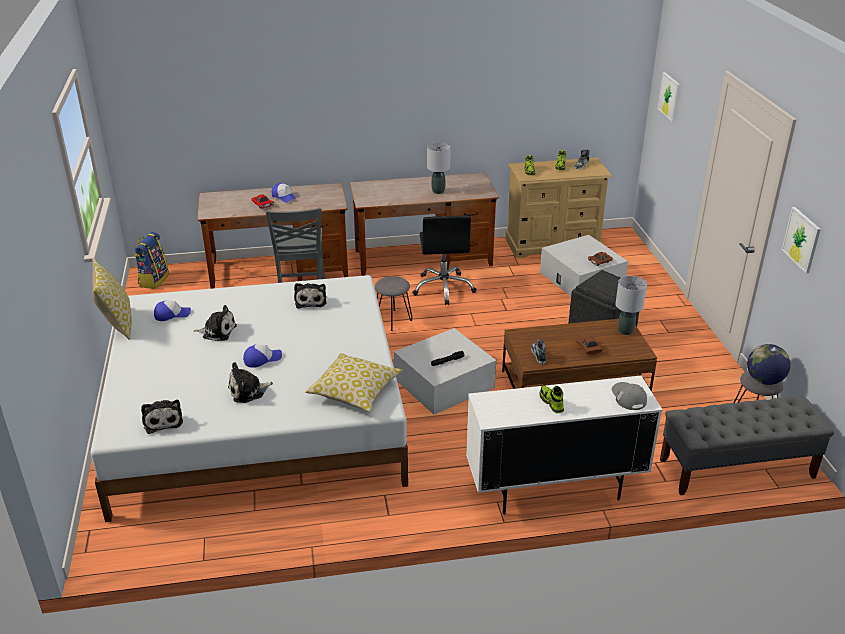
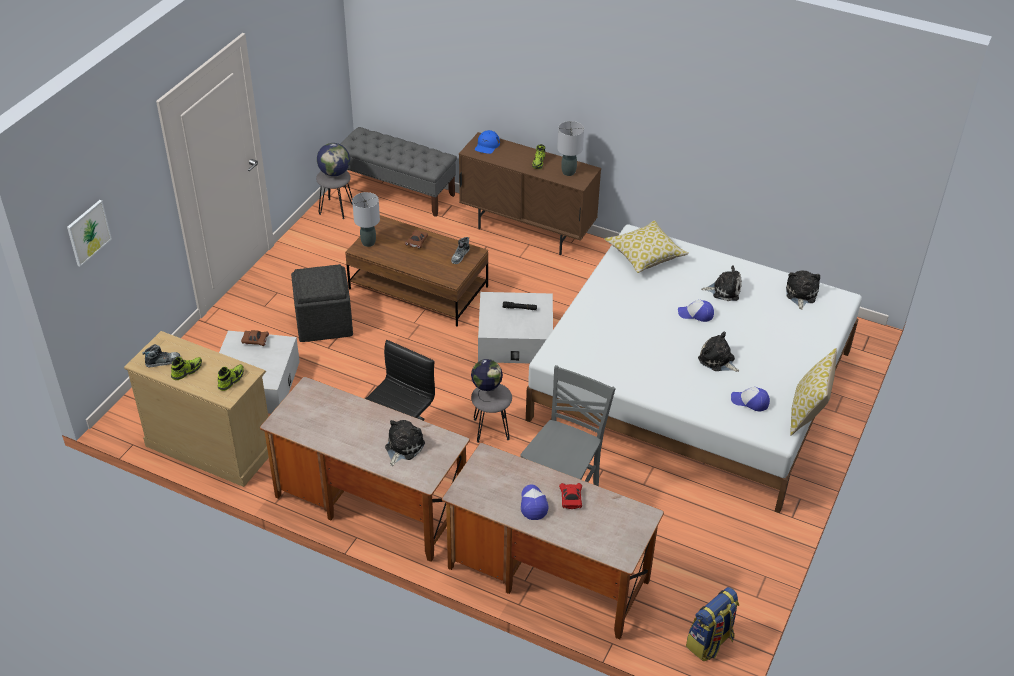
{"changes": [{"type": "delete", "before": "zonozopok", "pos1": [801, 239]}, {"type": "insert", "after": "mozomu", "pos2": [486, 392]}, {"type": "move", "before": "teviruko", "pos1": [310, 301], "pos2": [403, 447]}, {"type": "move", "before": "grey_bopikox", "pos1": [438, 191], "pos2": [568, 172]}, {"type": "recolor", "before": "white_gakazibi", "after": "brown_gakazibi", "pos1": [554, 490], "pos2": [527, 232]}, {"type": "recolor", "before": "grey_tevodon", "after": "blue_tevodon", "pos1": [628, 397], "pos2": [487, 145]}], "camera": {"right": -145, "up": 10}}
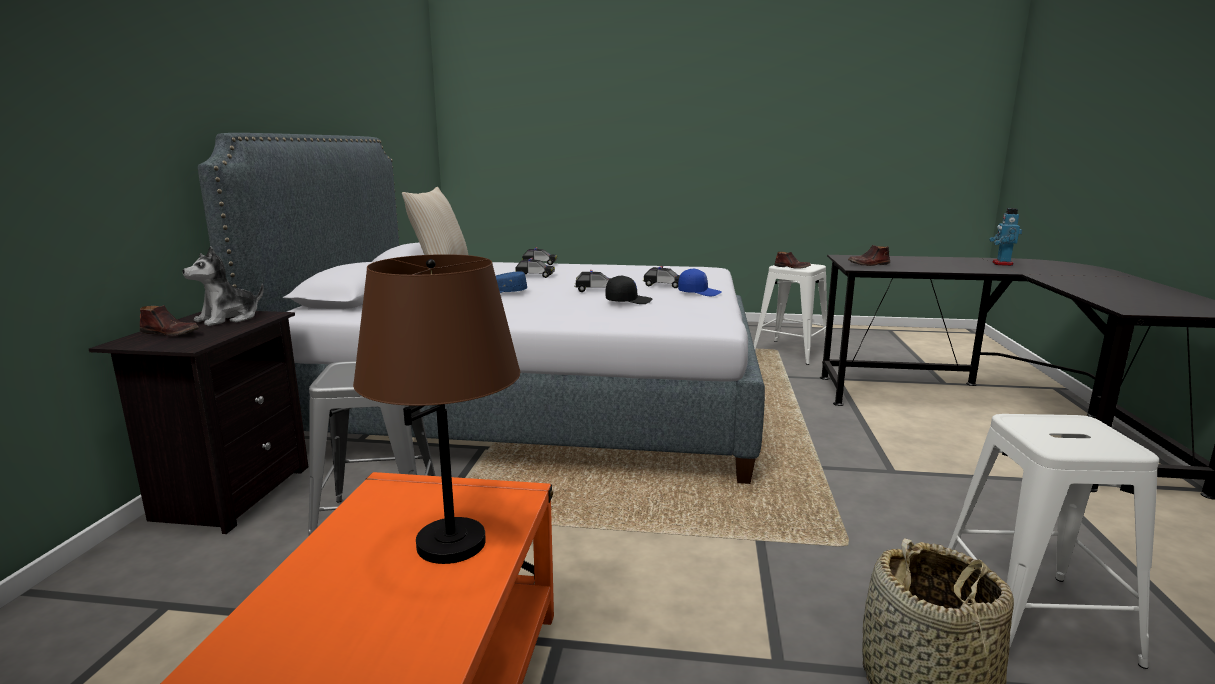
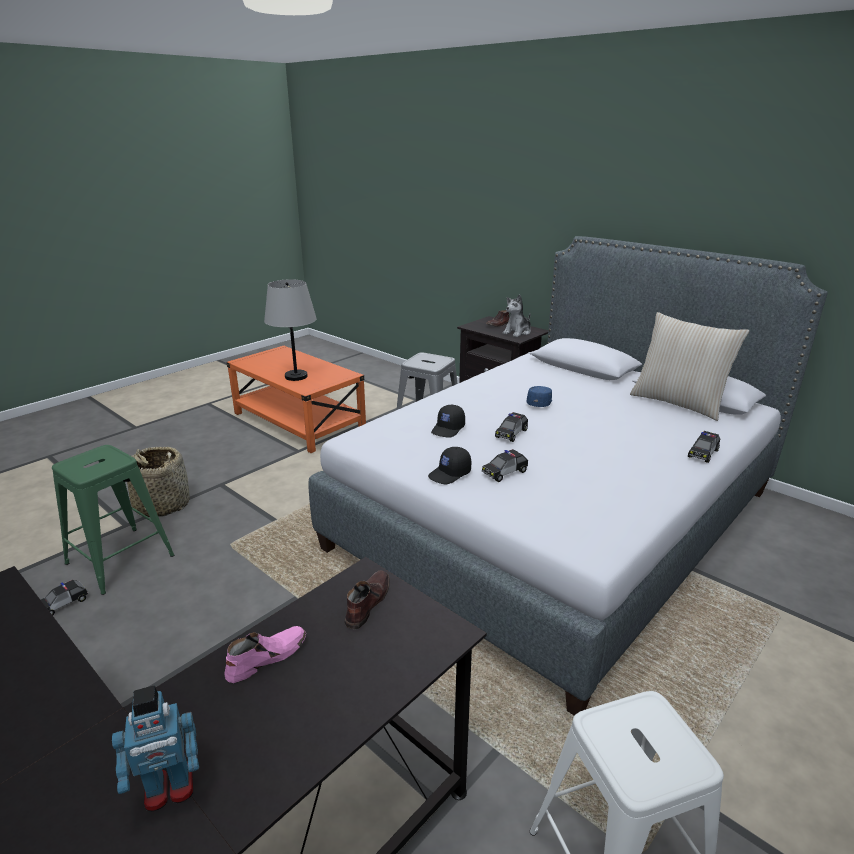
{"changes": [{"type": "delete", "before": "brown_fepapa", "pos1": [792, 267]}, {"type": "insert", "after": "pink_fepapa", "pos2": [266, 658]}, {"type": "move", "before": "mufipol", "pos1": [534, 276], "pos2": [64, 603]}, {"type": "recolor", "before": "brown_bopikox", "after": "grey_bopikox", "pos1": [451, 543], "pos2": [296, 376]}, {"type": "recolor", "before": "blue_tevodon", "after": "black_tevodon", "pos1": [699, 293], "pos2": [450, 474]}, {"type": "recolor", "before": "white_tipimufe", "after": "green_tipimufe", "pos1": [1032, 617], "pos2": [120, 560]}, {"type": "rotate", "before": "teviruko", "pos1": [228, 319], "pos2": [517, 332], "turn": -120}, {"type": "rotate", "before": "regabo", "pos1": [1001, 264], "pos2": [169, 789], "turn": 105}], "camera": {"right": 125, "up": 10}}
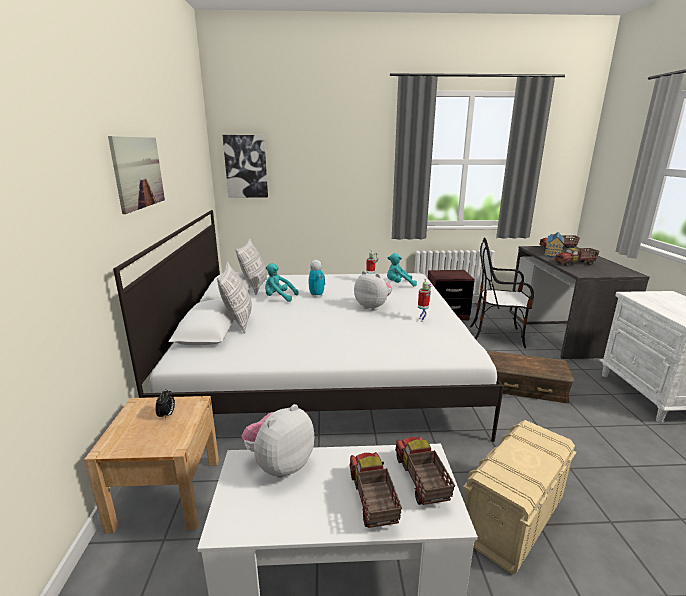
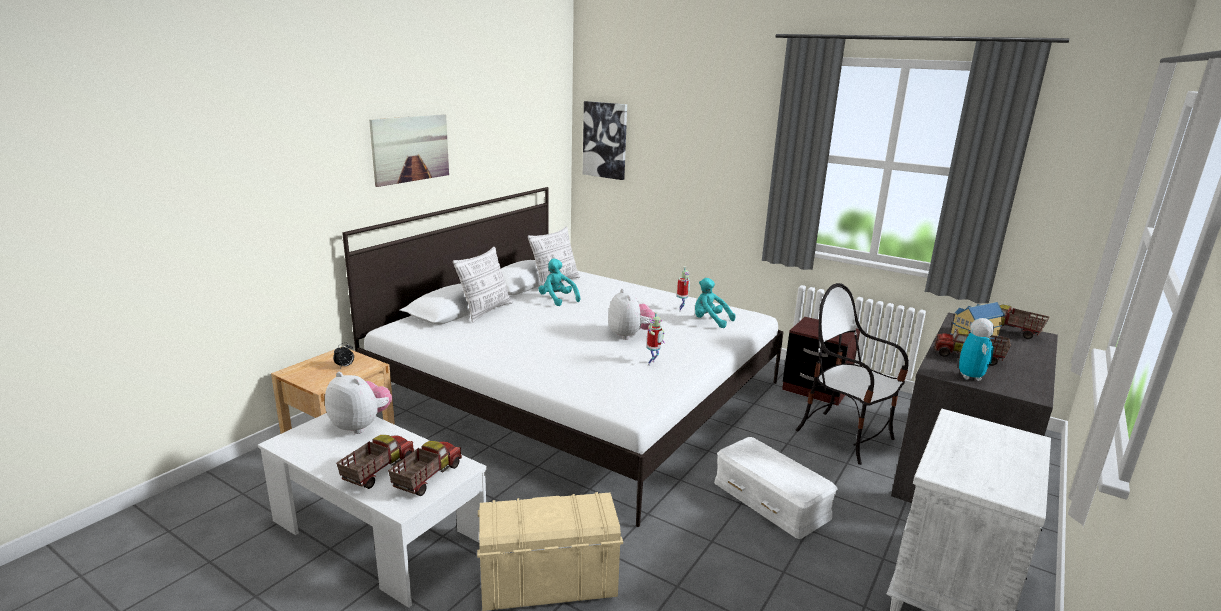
{"changes": [{"type": "move", "before": "regabo", "pos1": [316, 295], "pos2": [970, 377]}, {"type": "recolor", "before": "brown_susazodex", "after": "white_susazodex", "pos1": [523, 387], "pos2": [770, 500]}, {"type": "rotate", "before": "teviruko", "pos1": [280, 464], "pos2": [361, 425], "turn": 45}], "camera": {"right": 35, "up": 0}}
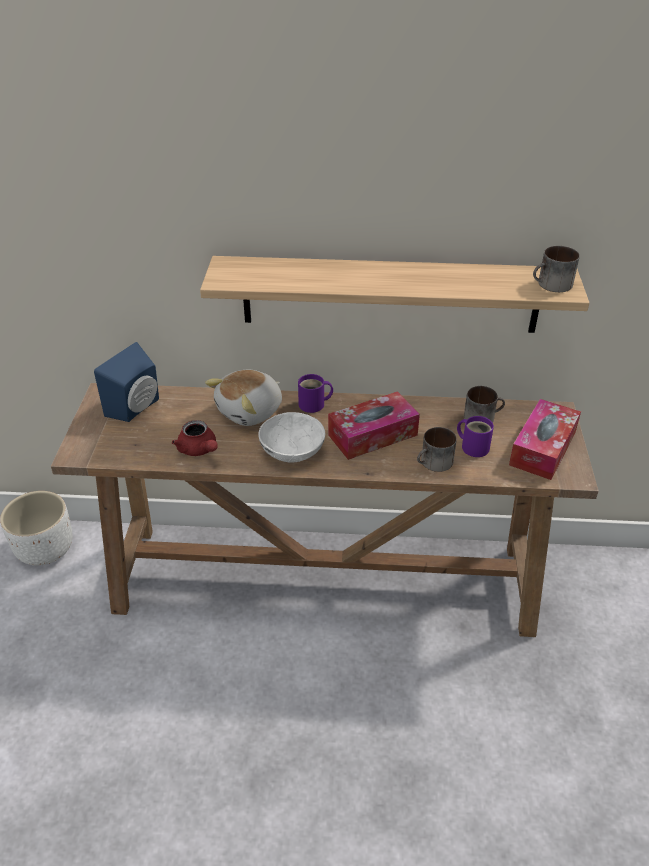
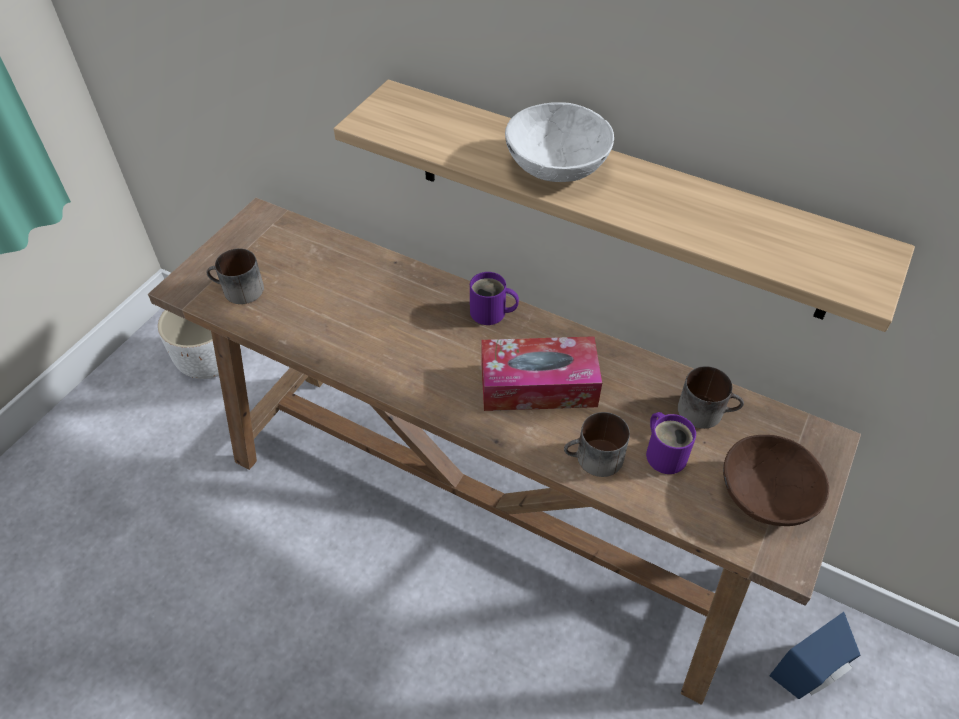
{"changes": [{"type": "delete", "before": "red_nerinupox", "pos1": [199, 450]}, {"type": "delete", "before": "teviruko", "pos1": [251, 411]}, {"type": "move", "before": "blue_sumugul", "pos1": [137, 408], "pos2": [809, 675]}, {"type": "move", "before": "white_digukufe", "pos1": [291, 450], "pos2": [556, 165]}, {"type": "move", "before": "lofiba", "pos1": [551, 285], "pos2": [238, 291]}, {"type": "replace", "before": "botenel", "after": "brown_digukufe", "pos1": [542, 448], "pos2": [765, 494]}], "camera": {"right": 25, "up": 10}}
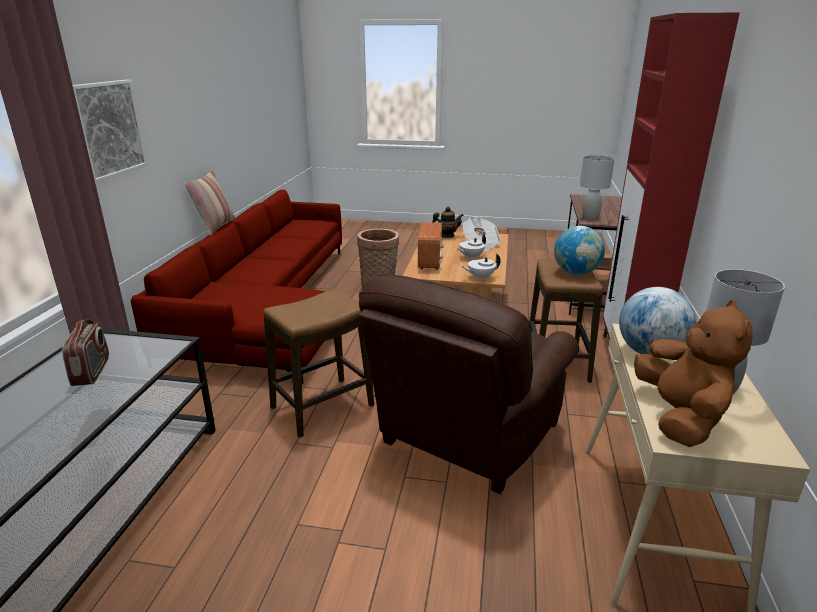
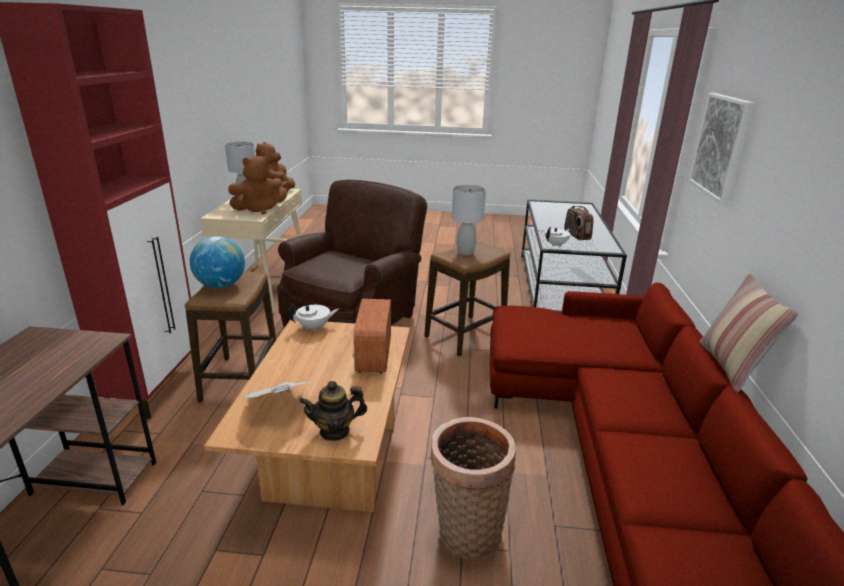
{"changes": [{"type": "move", "before": "white_nerinupox", "pos1": [471, 257], "pos2": [556, 245]}, {"type": "move", "before": "grey_bopikox", "pos1": [590, 218], "pos2": [465, 252]}, {"type": "replace", "before": "mozomu", "after": "brown_teviruko", "pos1": [650, 353], "pos2": [259, 209]}], "camera": {"right": 175, "up": 0}}
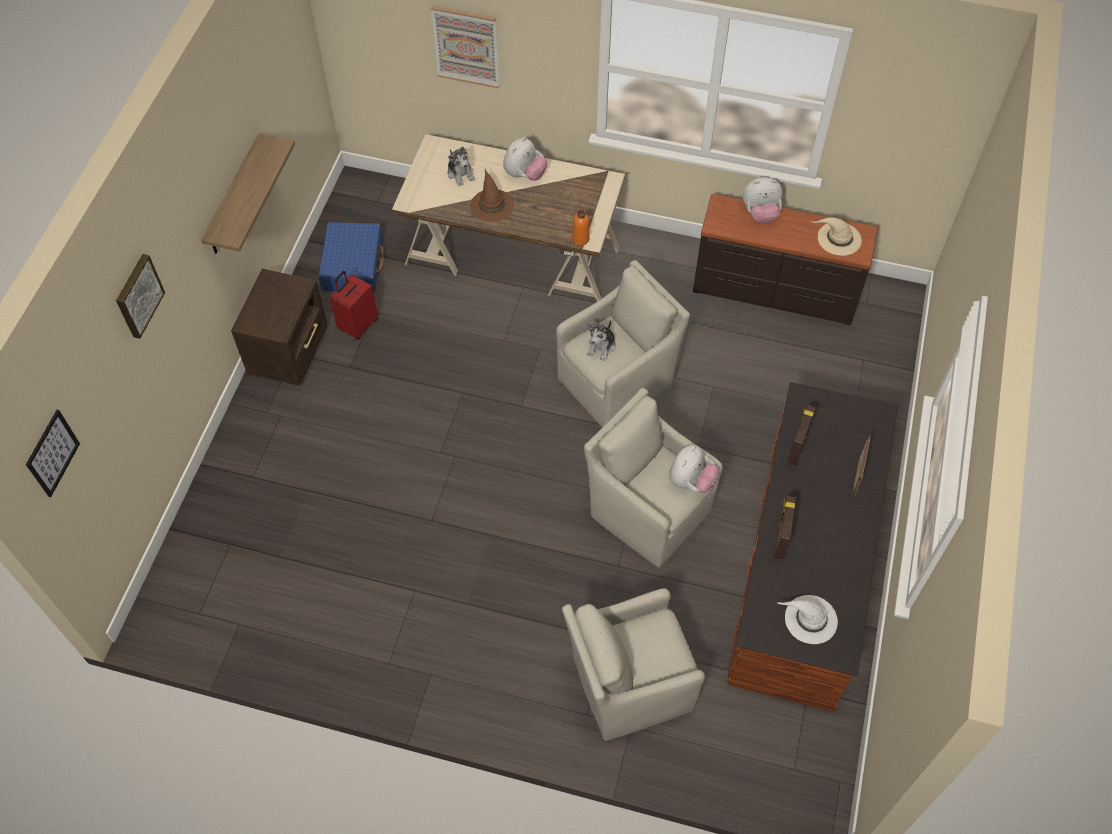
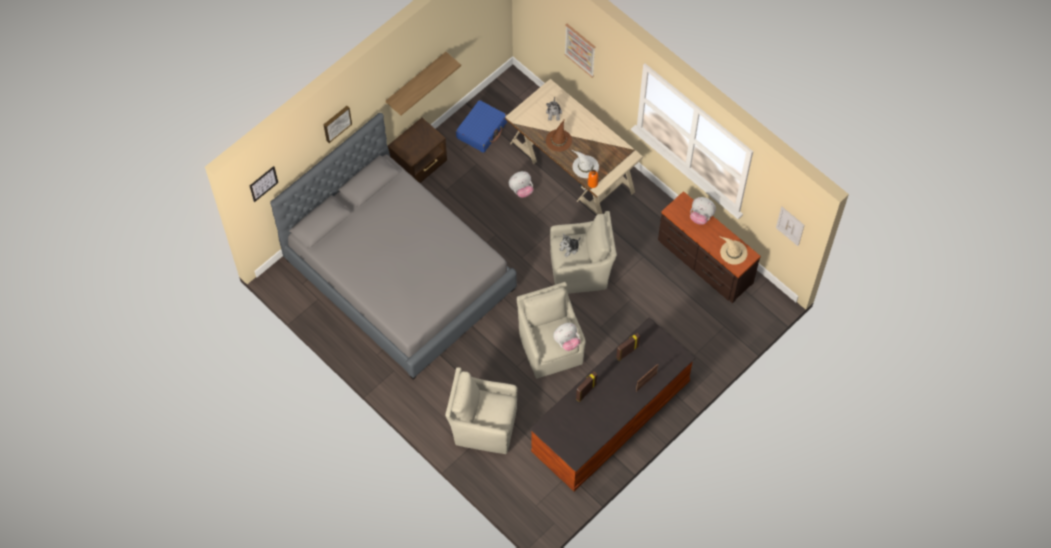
{"changes": [{"type": "delete", "before": "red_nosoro", "pos1": [358, 325]}, {"type": "insert", "after": "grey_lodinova", "pos2": [399, 274]}, {"type": "insert", "after": "zonozopok", "pos2": [790, 226]}, {"type": "move", "before": "teviruko", "pos1": [524, 175], "pos2": [521, 190]}, {"type": "move", "before": "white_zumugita", "pos1": [810, 619], "pos2": [585, 166]}], "camera": {"right": 30, "up": 5}}
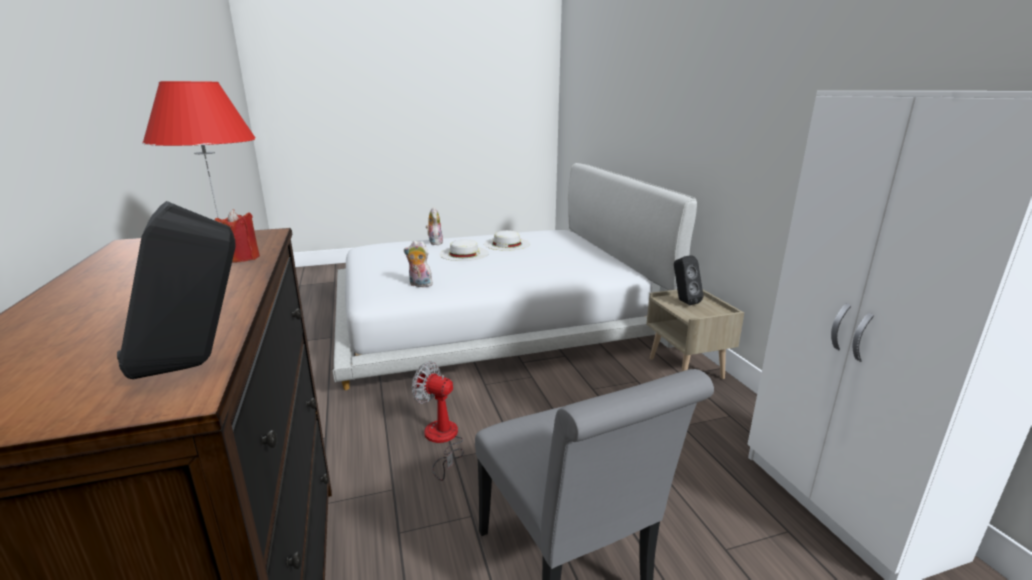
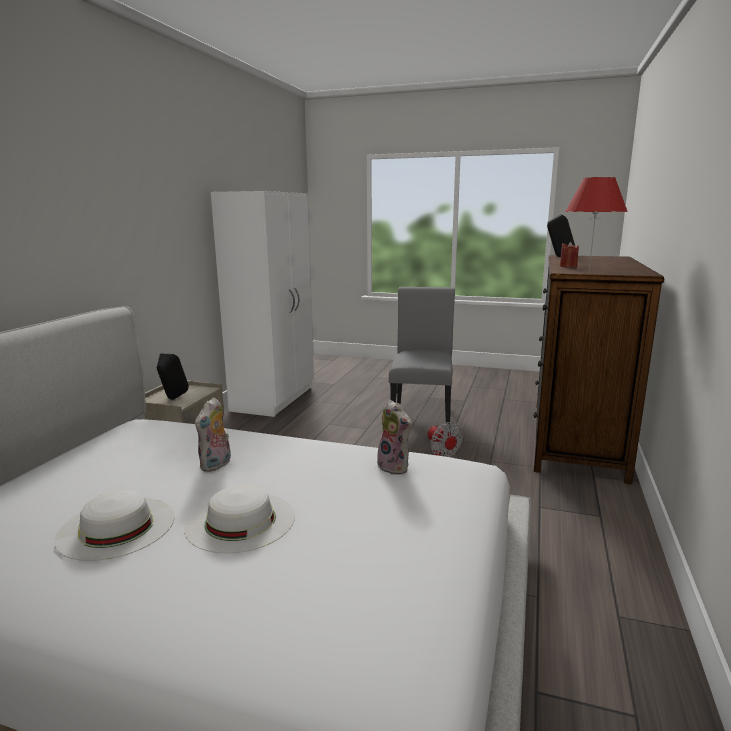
{"changes": [{"type": "move", "before": "teviruko", "pos1": [434, 242], "pos2": [216, 465]}], "camera": {"right": -145, "up": -5}}
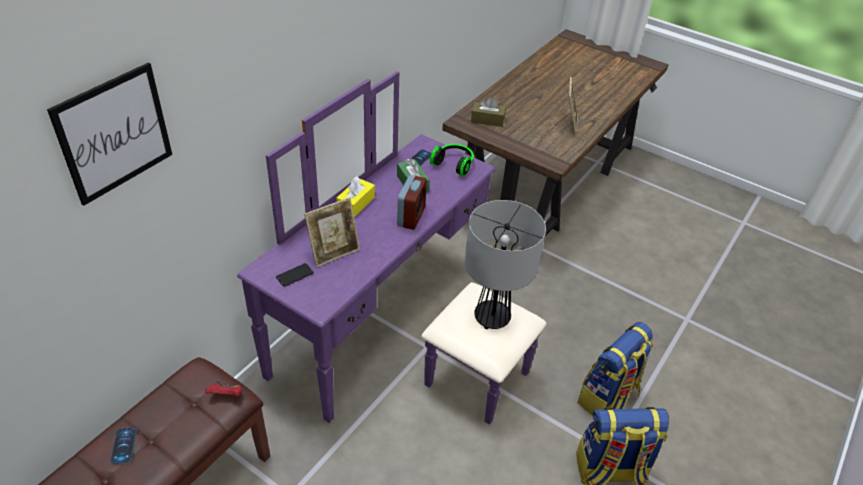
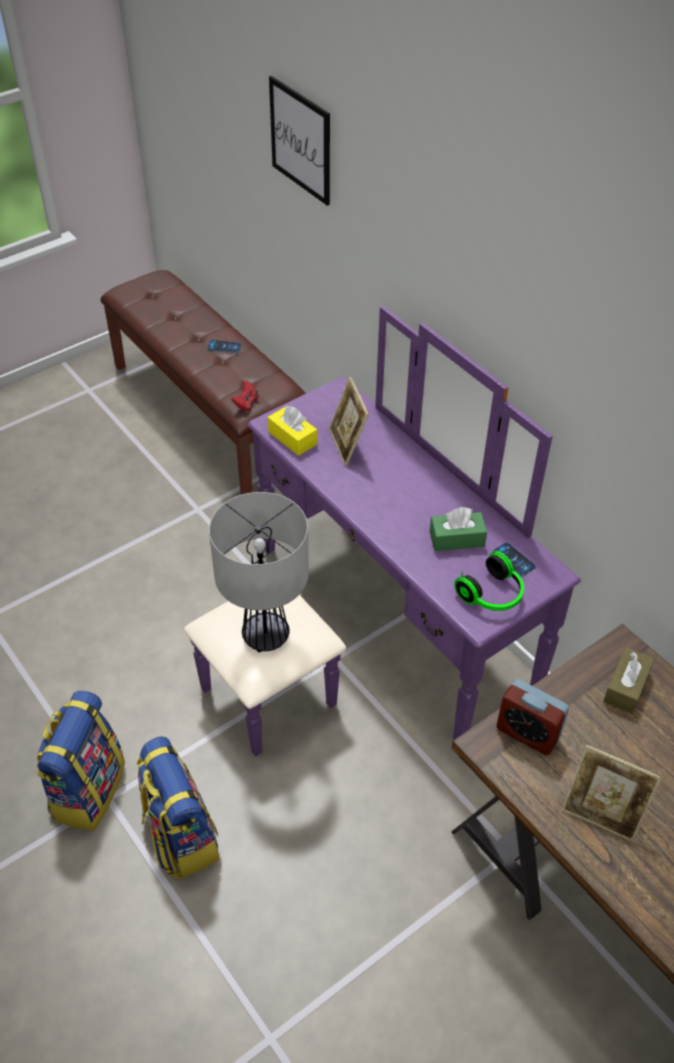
{"changes": [{"type": "delete", "before": "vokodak", "pos1": [295, 275]}, {"type": "move", "before": "yellow_botenel", "pos1": [356, 204], "pos2": [292, 438]}, {"type": "move", "before": "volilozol", "pos1": [411, 217], "pos2": [527, 733]}], "camera": {"right": 110, "up": 5}}
